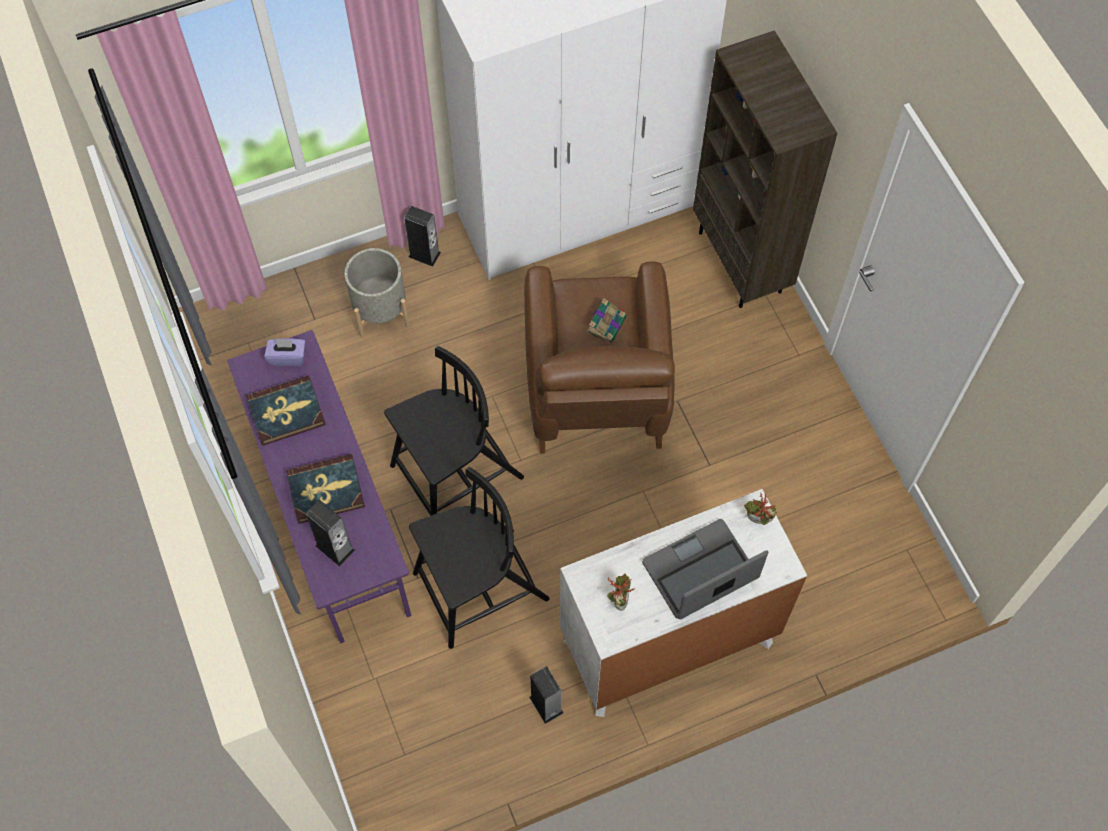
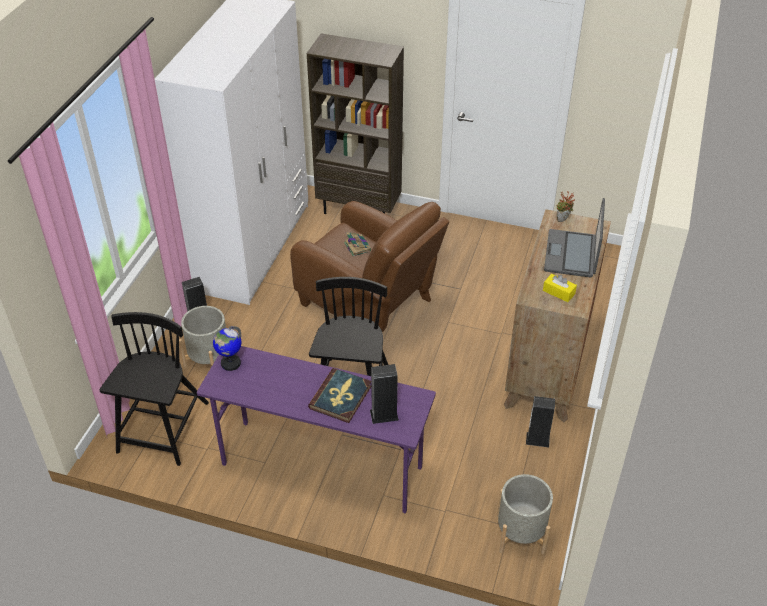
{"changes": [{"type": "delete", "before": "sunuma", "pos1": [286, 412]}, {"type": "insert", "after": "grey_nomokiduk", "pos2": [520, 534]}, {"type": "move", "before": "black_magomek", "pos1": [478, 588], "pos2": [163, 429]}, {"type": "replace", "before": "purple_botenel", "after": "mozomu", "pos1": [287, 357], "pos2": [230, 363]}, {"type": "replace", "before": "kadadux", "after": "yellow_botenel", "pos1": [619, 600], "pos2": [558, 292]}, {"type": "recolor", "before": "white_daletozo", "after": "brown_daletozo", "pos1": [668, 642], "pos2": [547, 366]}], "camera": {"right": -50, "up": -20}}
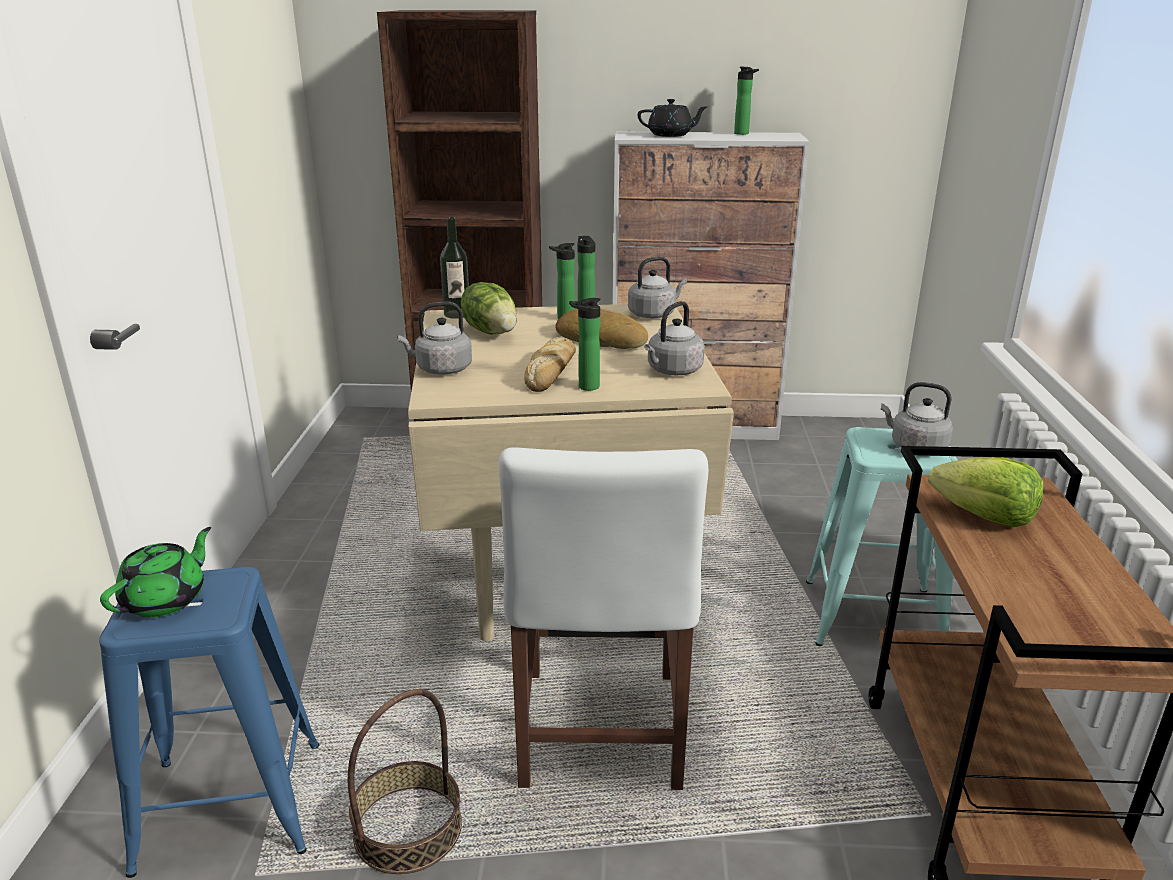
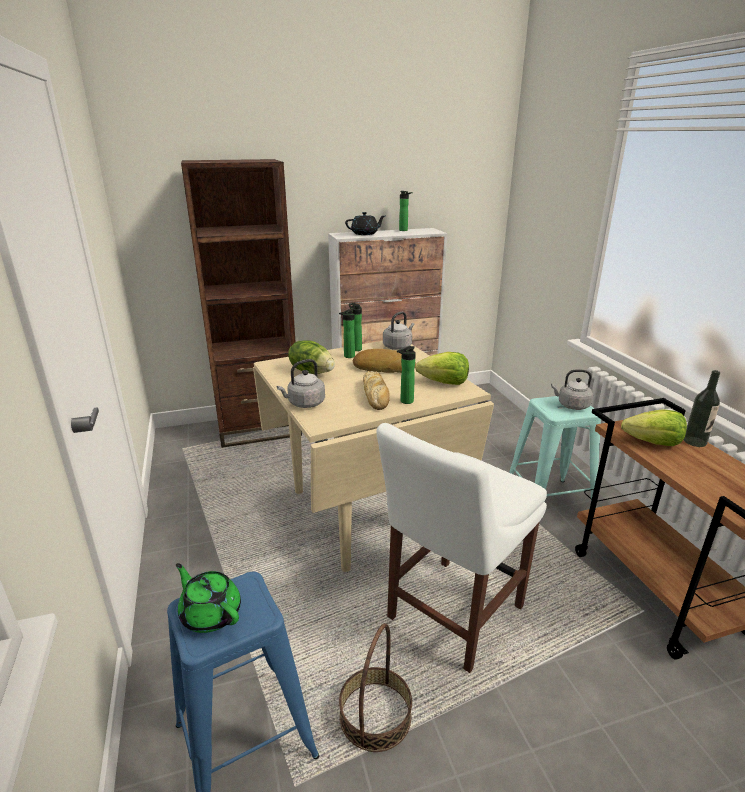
{"changes": [{"type": "move", "before": "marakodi", "pos1": [457, 314], "pos2": [694, 441]}, {"type": "replace", "before": "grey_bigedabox", "after": "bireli", "pos1": [672, 371], "pos2": [444, 383]}, {"type": "rotate", "before": "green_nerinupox", "pos1": [166, 599], "pos2": [210, 613], "turn": -60}, {"type": "rotate", "before": "white_magomek", "pos1": [599, 735], "pos2": [450, 615], "turn": 60}], "camera": {"right": -20, "up": 0}}
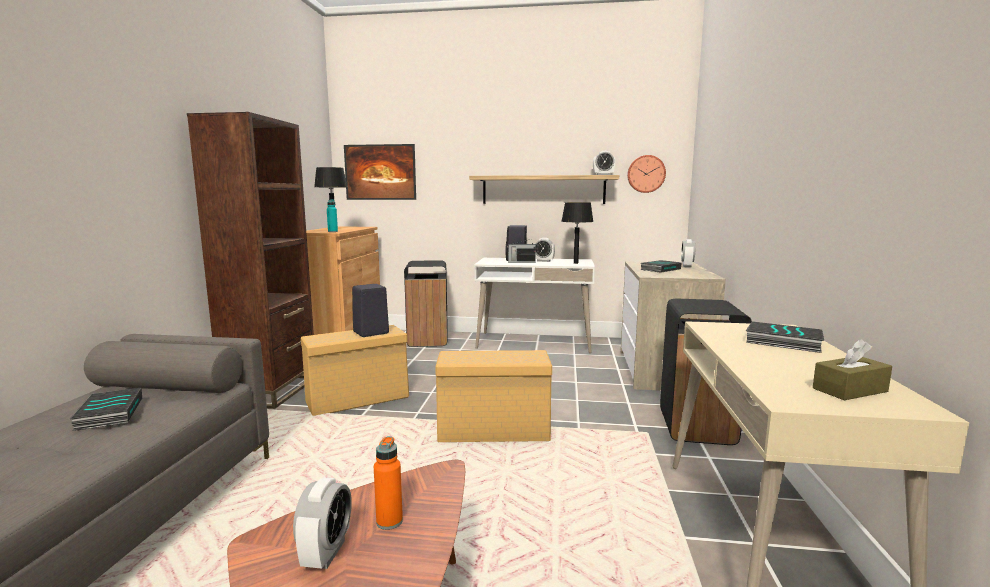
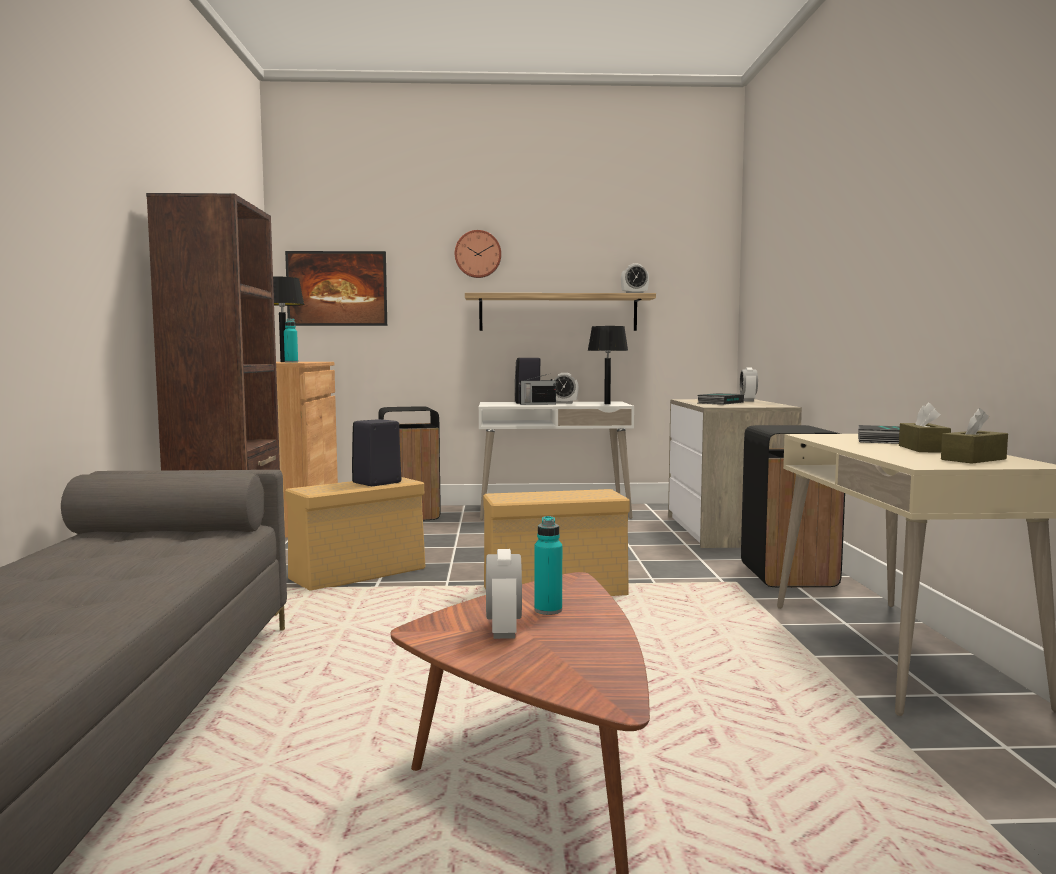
{"changes": [{"type": "delete", "before": "sunuma", "pos1": [108, 413]}, {"type": "insert", "after": "brown_botenel", "pos2": [923, 449]}, {"type": "move", "before": "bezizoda", "pos1": [646, 174], "pos2": [478, 254]}, {"type": "recolor", "before": "orange_marakodi", "after": "turquoise_marakodi", "pos1": [389, 521], "pos2": [548, 610]}], "camera": {"right": -10, "up": -5}}
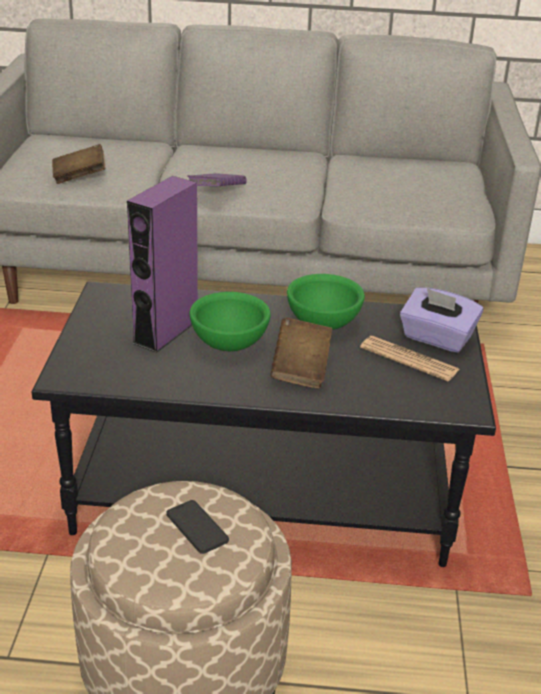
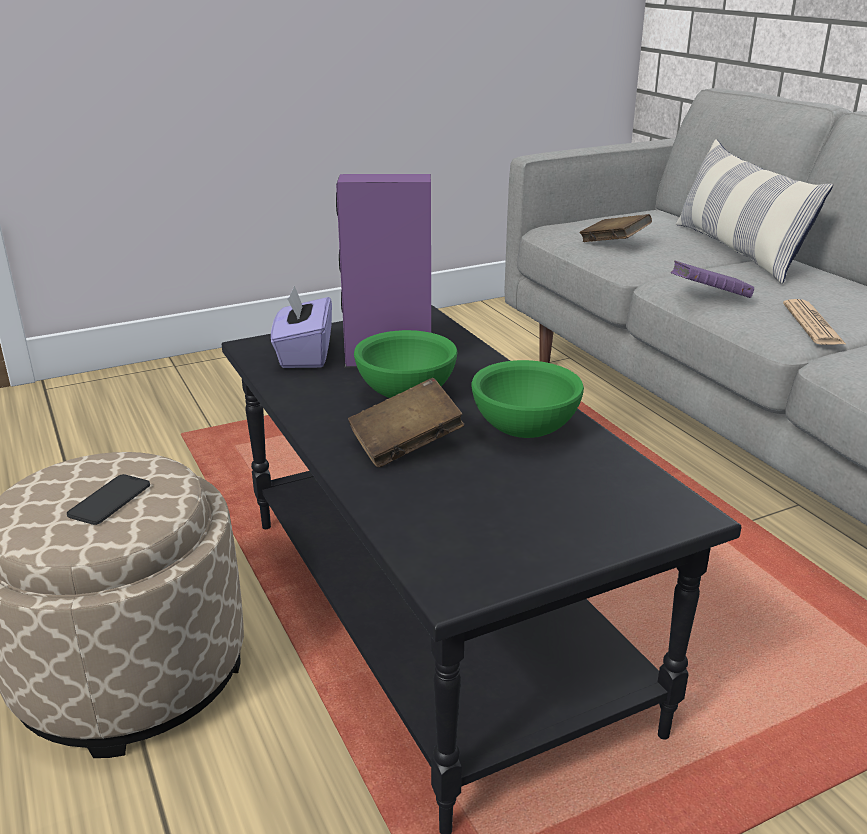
{"changes": [{"type": "insert", "after": "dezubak", "pos2": [736, 251]}, {"type": "move", "before": "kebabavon", "pos1": [409, 359], "pos2": [812, 324]}, {"type": "move", "before": "purple_botenel", "pos1": [436, 338], "pos2": [304, 355]}], "camera": {"right": 60, "up": -5}}
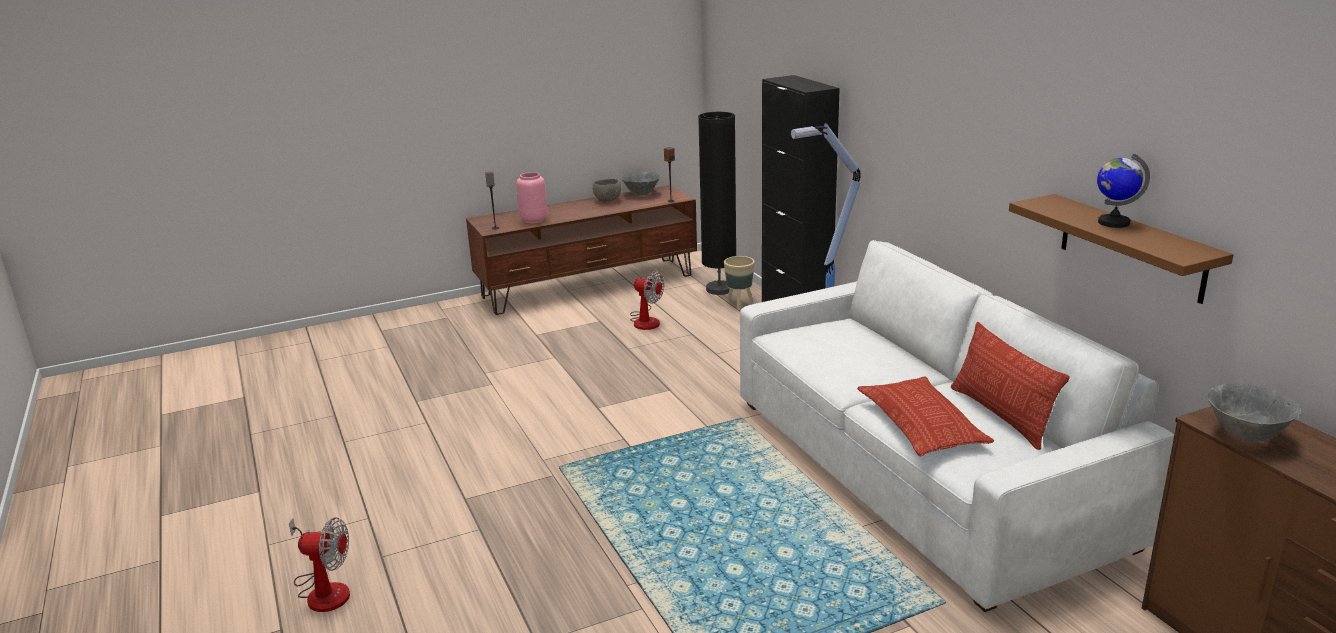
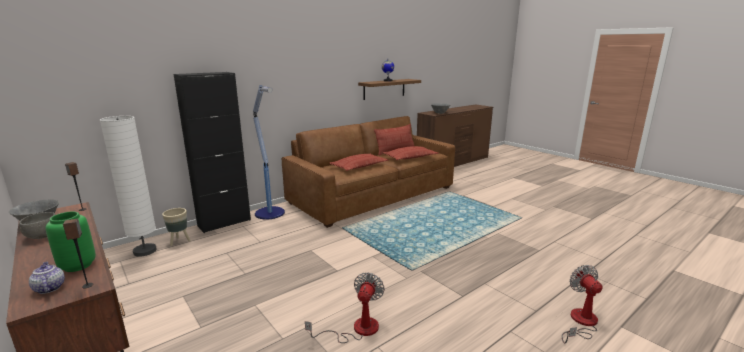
{"changes": [{"type": "insert", "after": "nerinupox", "pos2": [49, 288]}, {"type": "insert", "after": "dezubak", "pos2": [359, 166]}, {"type": "move", "before": "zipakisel", "pos1": [645, 320], "pos2": [356, 329]}, {"type": "recolor", "before": "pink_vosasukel", "after": "green_vosasukel", "pos1": [533, 220], "pos2": [77, 266]}, {"type": "recolor", "before": "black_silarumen", "after": "white_silarumen", "pos1": [719, 290], "pos2": [145, 251]}, {"type": "recolor", "before": "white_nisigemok", "after": "brown_nisigemok", "pos1": [920, 468], "pos2": [373, 195]}], "camera": {"right": -105, "up": -5}}
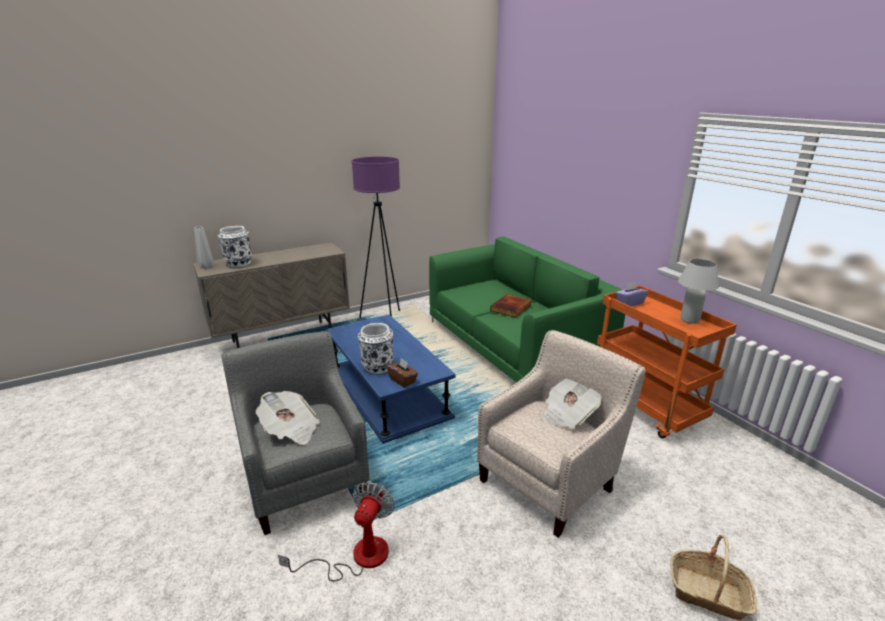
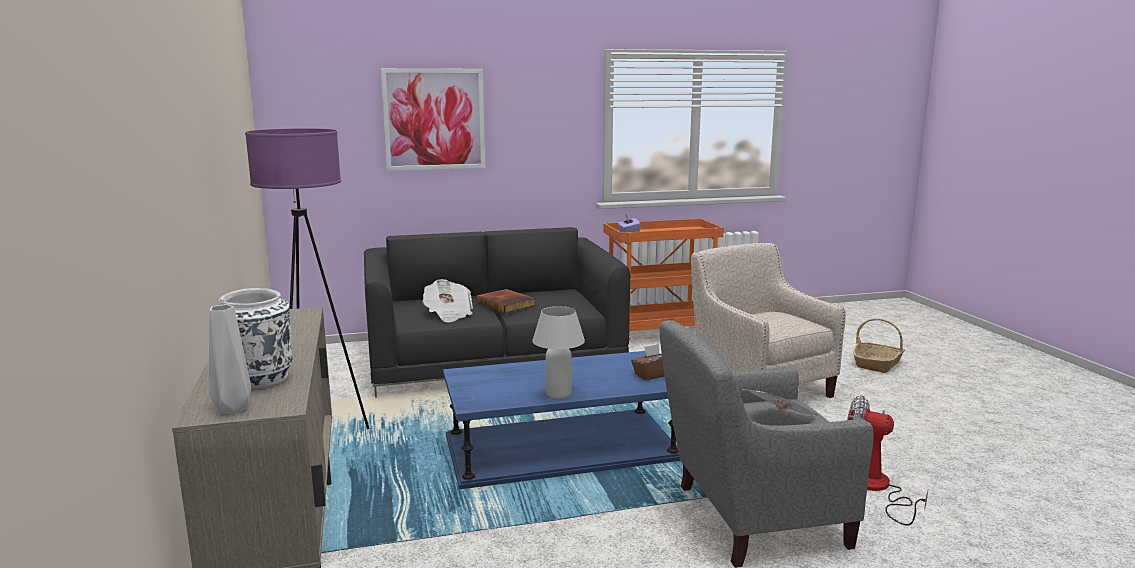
{"changes": [{"type": "delete", "before": "white_vosasukel", "pos1": [377, 367]}, {"type": "insert", "after": "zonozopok", "pos2": [434, 119]}, {"type": "move", "before": "kebabavon", "pos1": [567, 415], "pos2": [448, 314]}, {"type": "move", "before": "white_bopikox", "pos1": [689, 320], "pos2": [558, 394]}, {"type": "recolor", "before": "green_nisigemok", "after": "black_nisigemok", "pos1": [515, 344], "pos2": [493, 360]}], "camera": {"right": -75, "up": -10}}
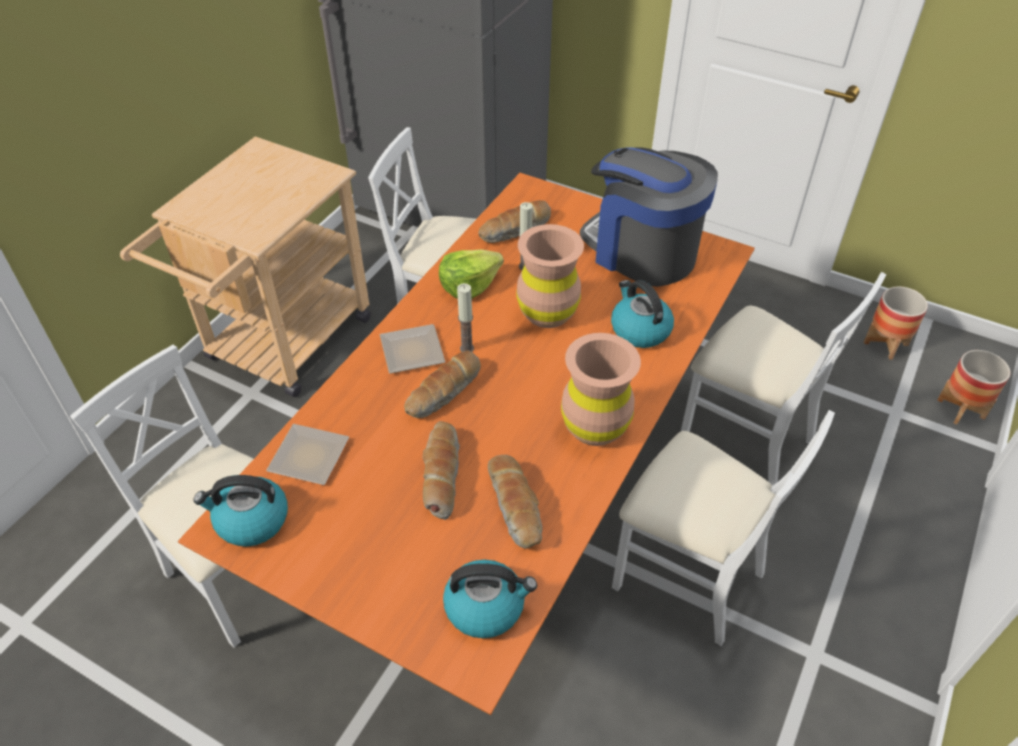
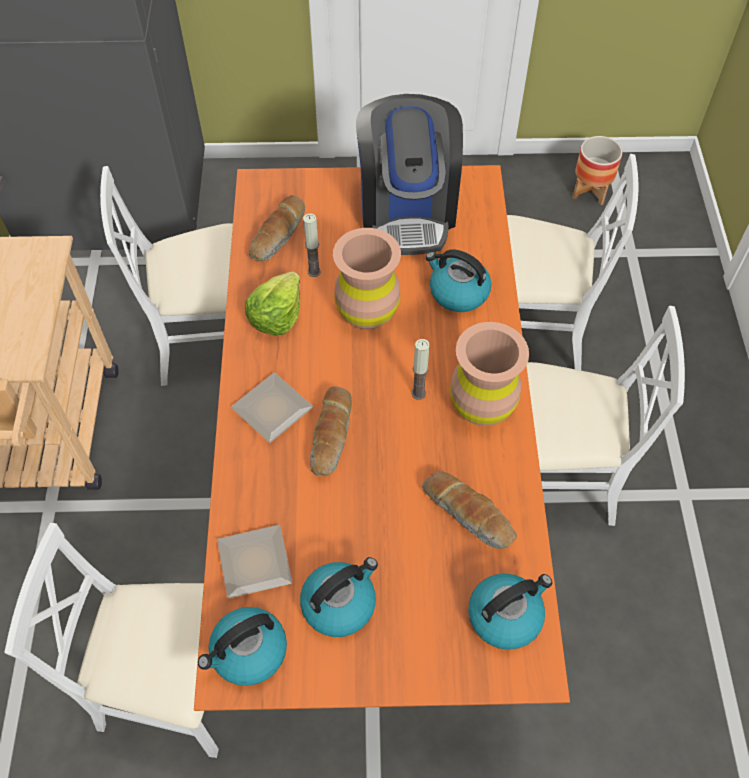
{"changes": [{"type": "delete", "before": "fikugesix", "pos1": [440, 475]}, {"type": "delete", "before": "nomokiduk", "pos1": [961, 409]}, {"type": "insert", "after": "bigedabox", "pos2": [339, 603]}, {"type": "move", "before": "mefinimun", "pos1": [467, 348], "pos2": [418, 393]}, {"type": "rotate", "before": "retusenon", "pos1": [641, 251], "pos2": [408, 210], "turn": -105}], "camera": {"right": -30, "up": 10}}
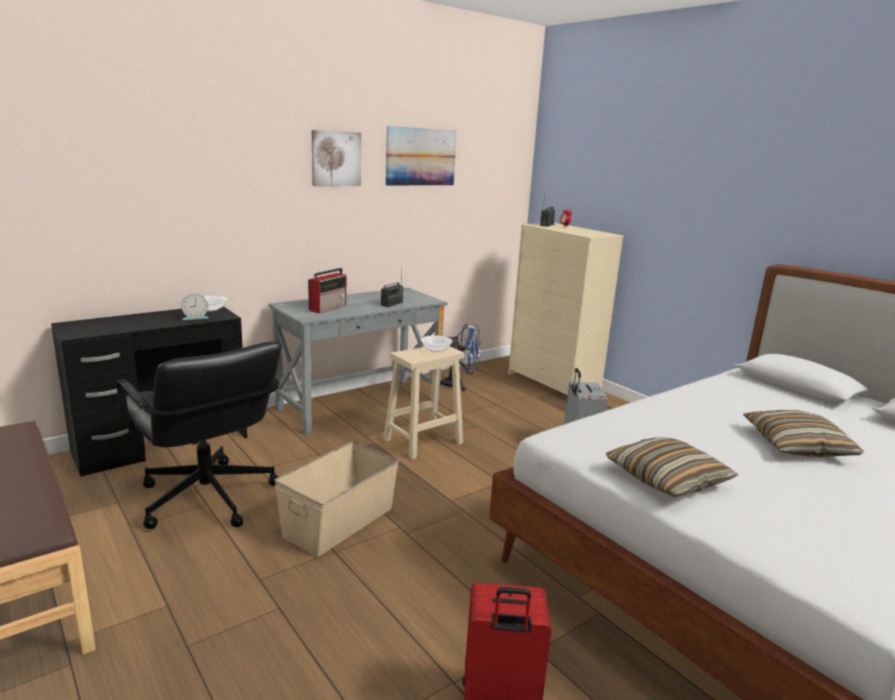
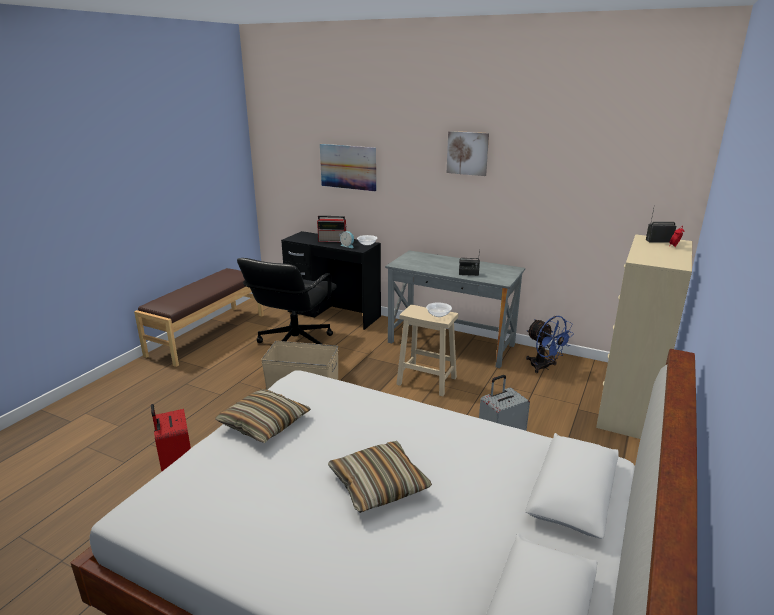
{"changes": [{"type": "move", "before": "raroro", "pos1": [328, 307], "pos2": [333, 240]}, {"type": "move", "before": "zonozopok", "pos1": [421, 157], "pos2": [348, 167]}], "camera": {"right": 65, "up": 5}}
